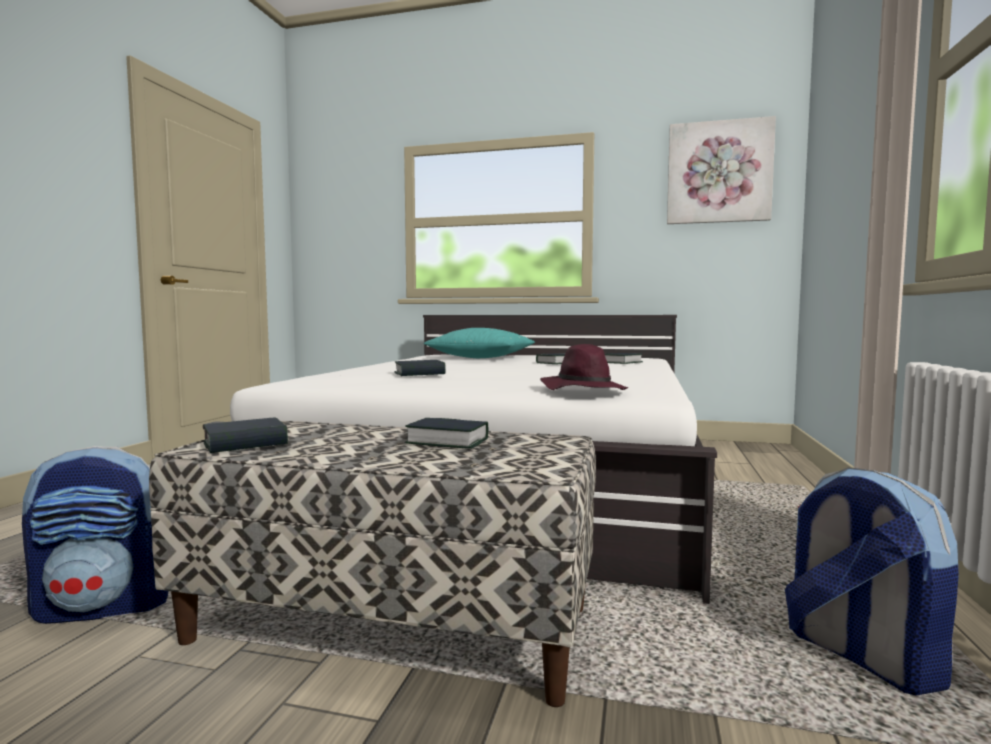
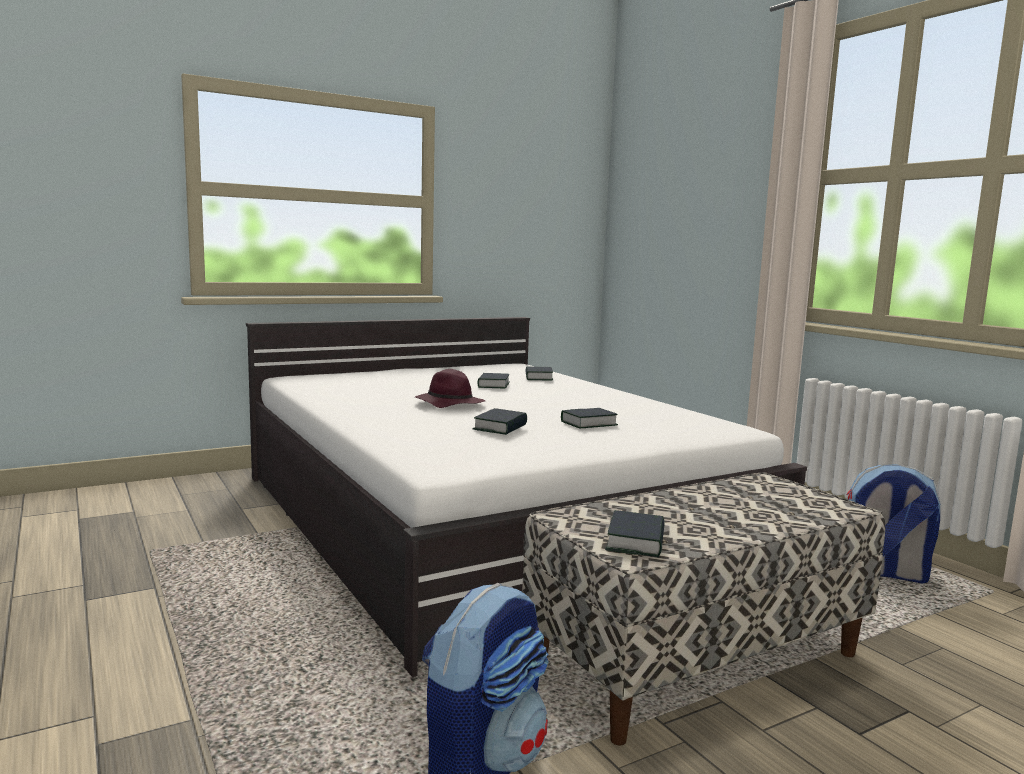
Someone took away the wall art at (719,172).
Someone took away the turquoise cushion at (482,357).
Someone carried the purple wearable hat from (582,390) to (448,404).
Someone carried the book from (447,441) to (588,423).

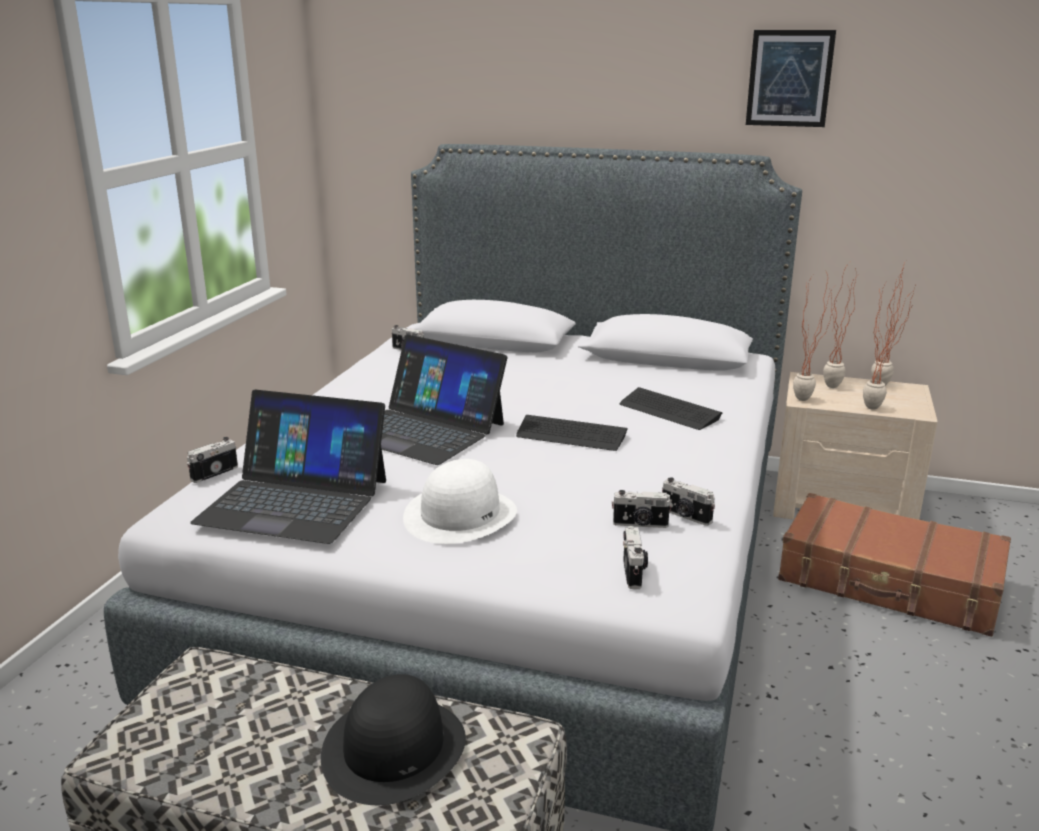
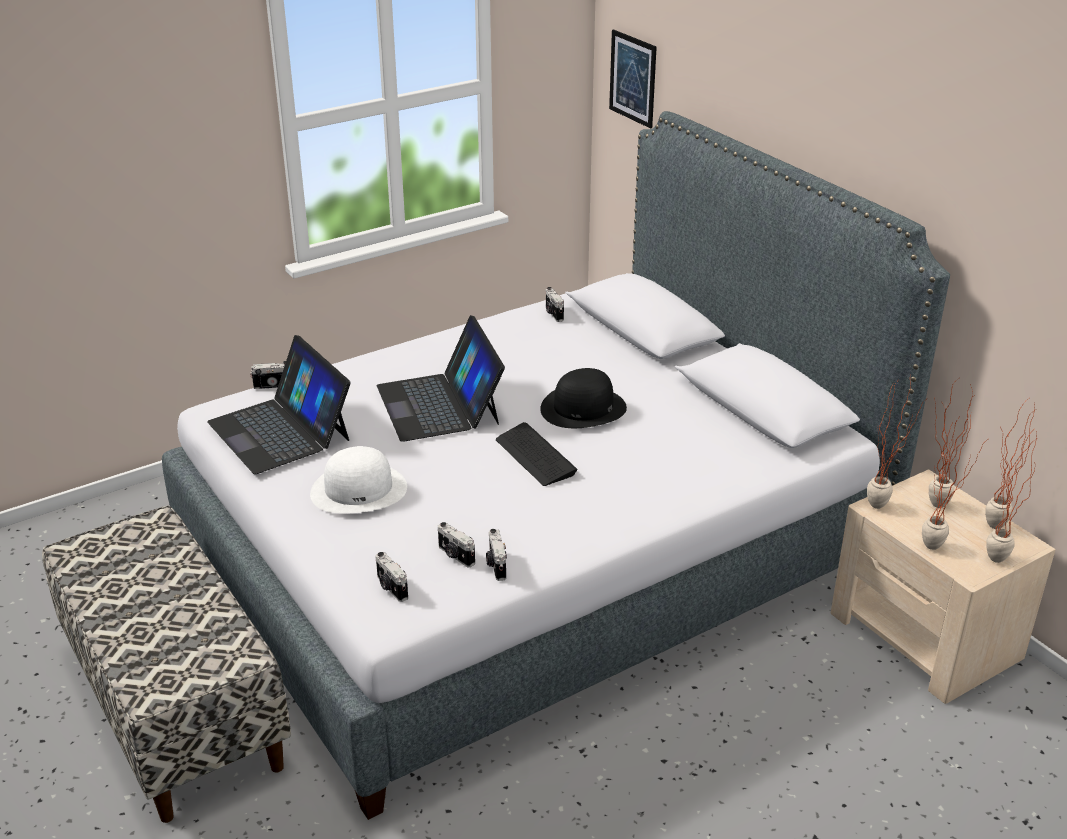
Someone carried the wall art from (789,78) to (632,78).
Someone took away the computer keyboard at (669,411).
Someone took away the brownish travel case at (889,583).
Someone rotated the photo camera at (634,572) by 105 degrees clockwise.
Someone carried the black wearable hat from (394,749) to (583,408).
Someone put down the houseplant at (994,564).

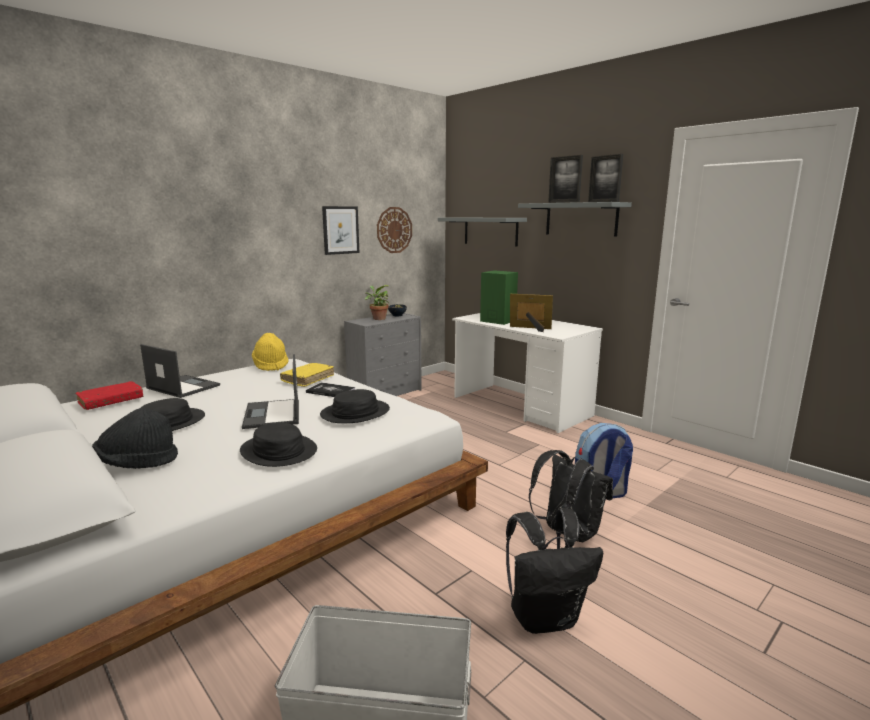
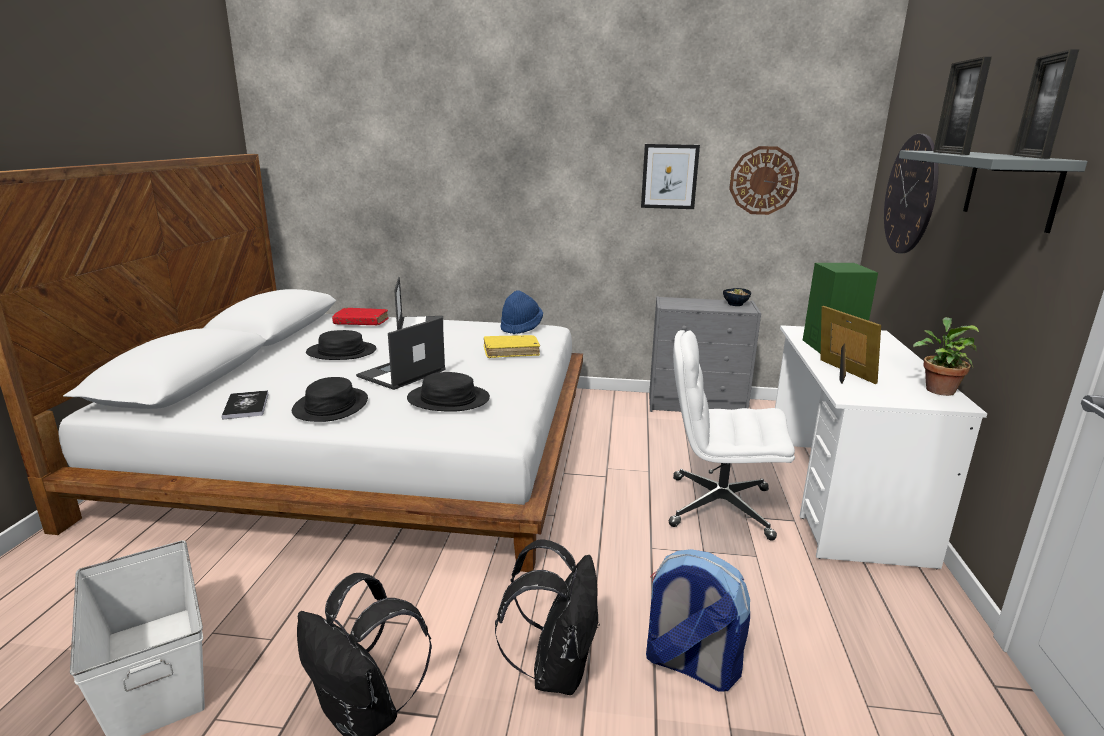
Someone swapped the grey wall shelf at (490,231) for the wall clock at (910,195).
Someone carried the houseplant from (378,318) to (937,389).
Someone repainted the yellow wearable hat at (271,365), which became the blue wearable hat at (521,327).
Someone carried the book from (330,391) to (246,406).
Someone took away the black wearable hat at (138,463).
Someone put down the white-coloured computer chair at (718,507).

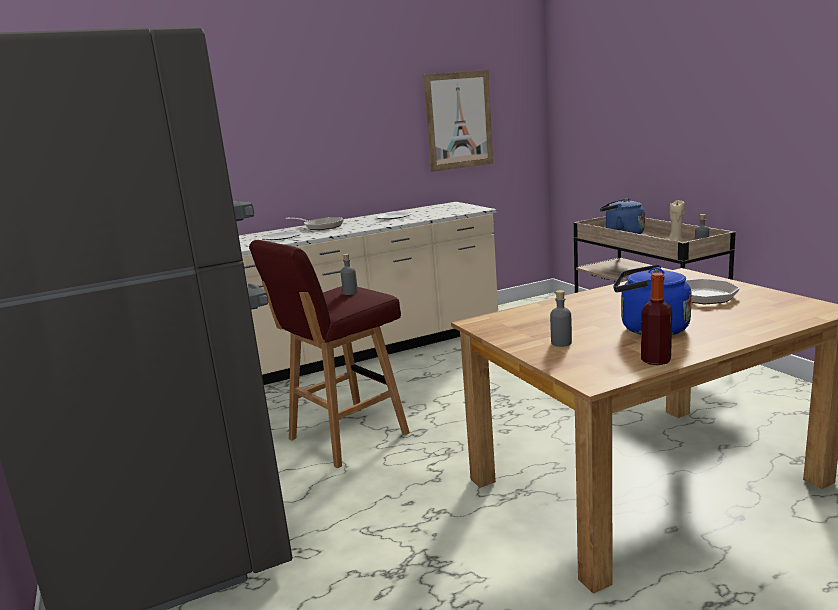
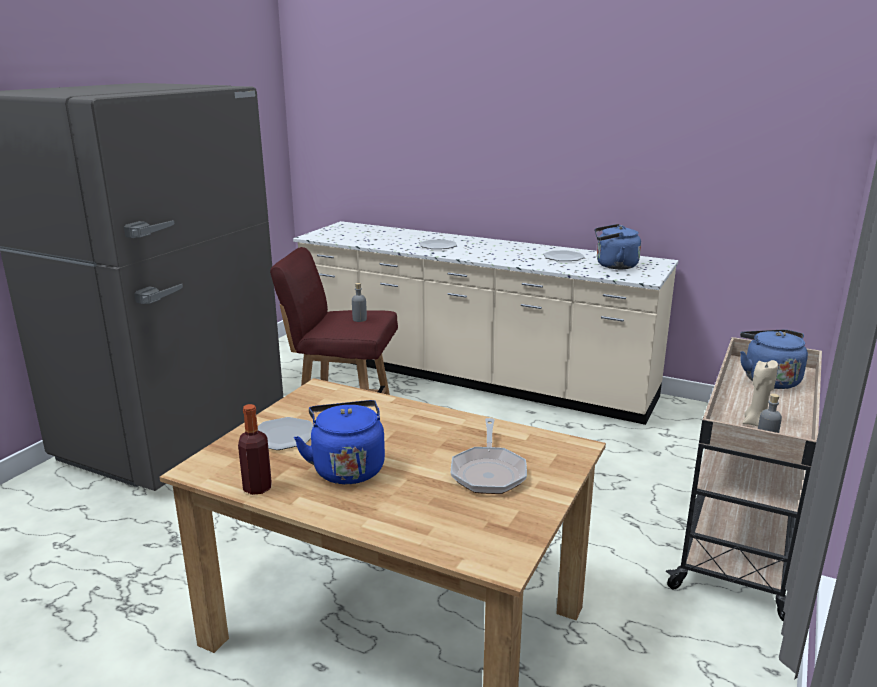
Someone took away the wall art at (459,120).
Someone took away the frying pan at (321,227).
Someone swapped the grey beverage bottle at (561,343) for the dinner plate at (283,435).
Someone put down the blue kettle at (613,266).

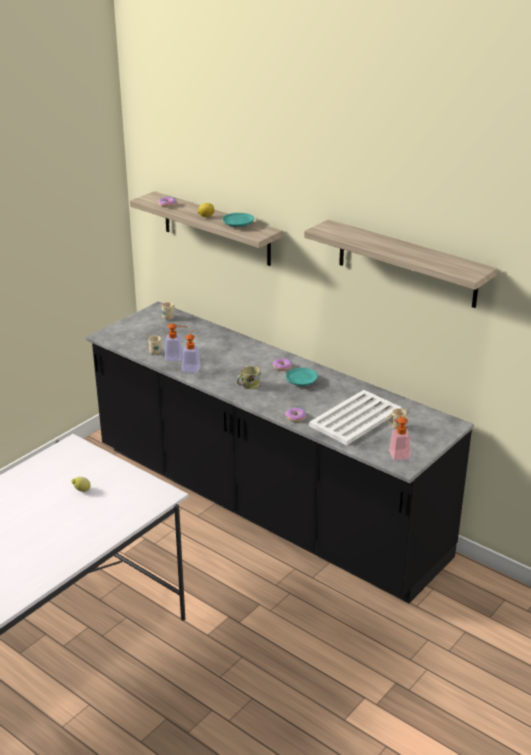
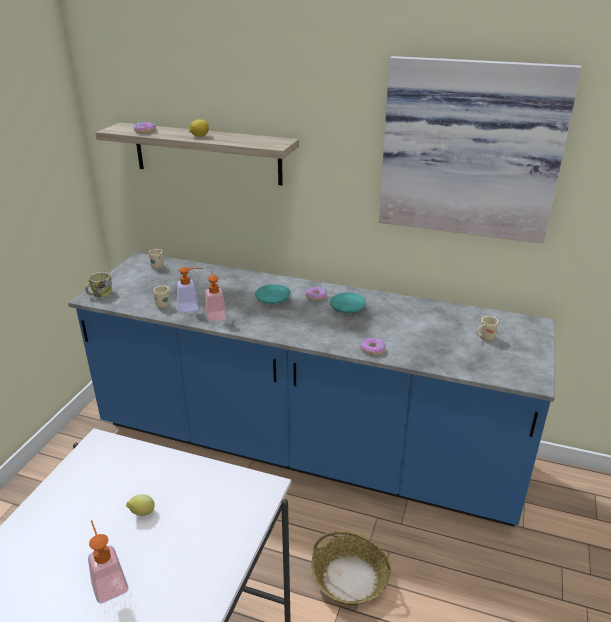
Someone carried the turquoise dinner plate from (238,224) to (272,299).
Someone swapped the wall shelf at (406,263) for the wall art at (470,149).
Someone repainted the black kitchen base unit at (265,504), which became the blue kitchen base unit at (305,448).
Someone carried the coffee mug from (248,385) to (99,294).
Someone took away the white-coloured tray at (356,418).
Someone carried the liquid soap bottle from (398,453) to (108,582).
Someone put down the basket at (350,578).

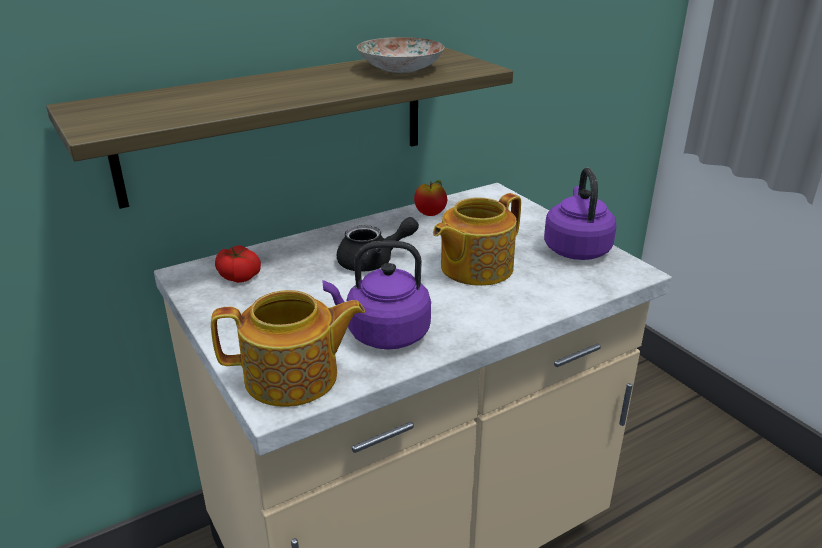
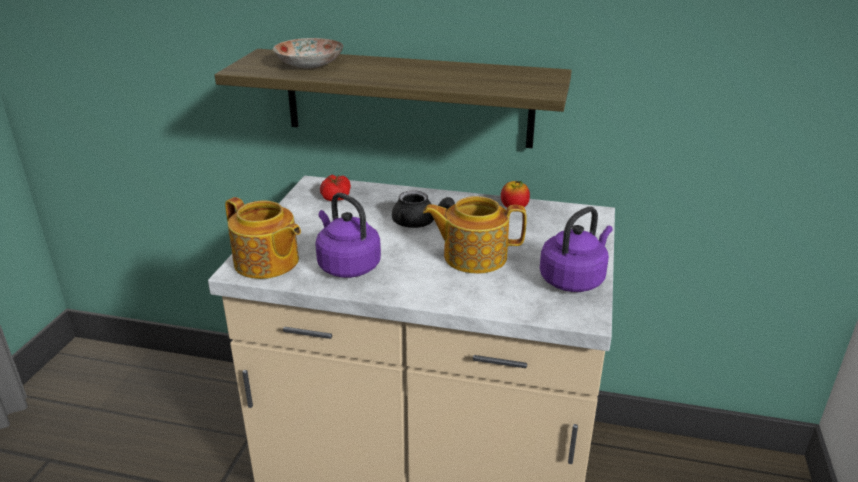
Someone carried the dinner plate from (402,69) to (310,65).

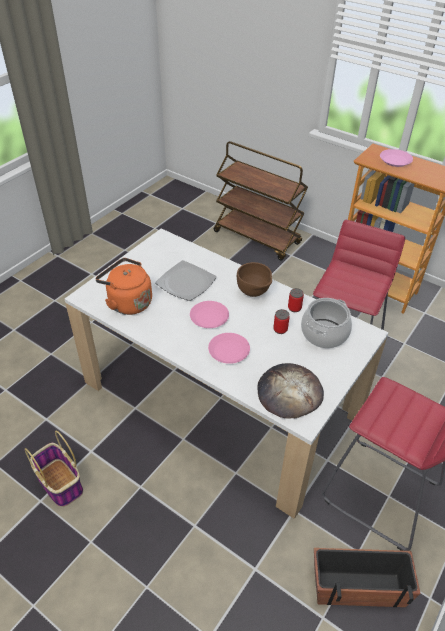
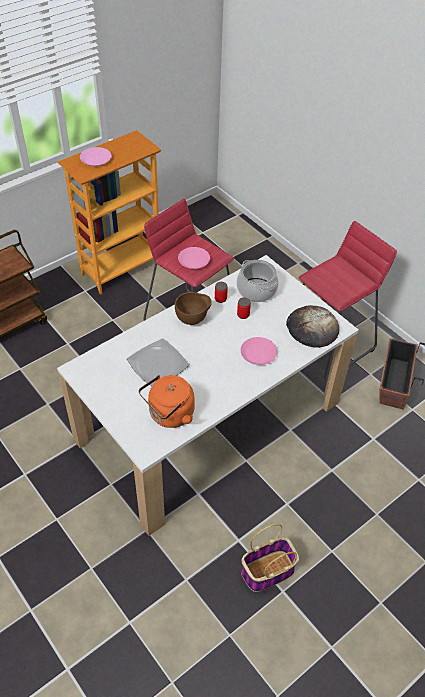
Someone carried the pink dinner plate from (209,318) to (194,260).

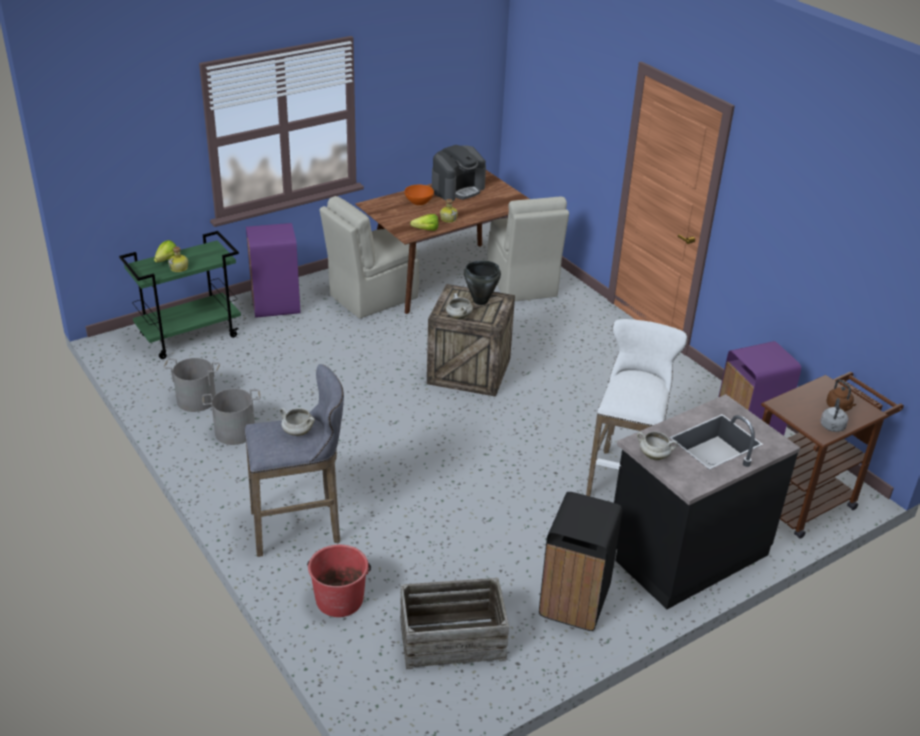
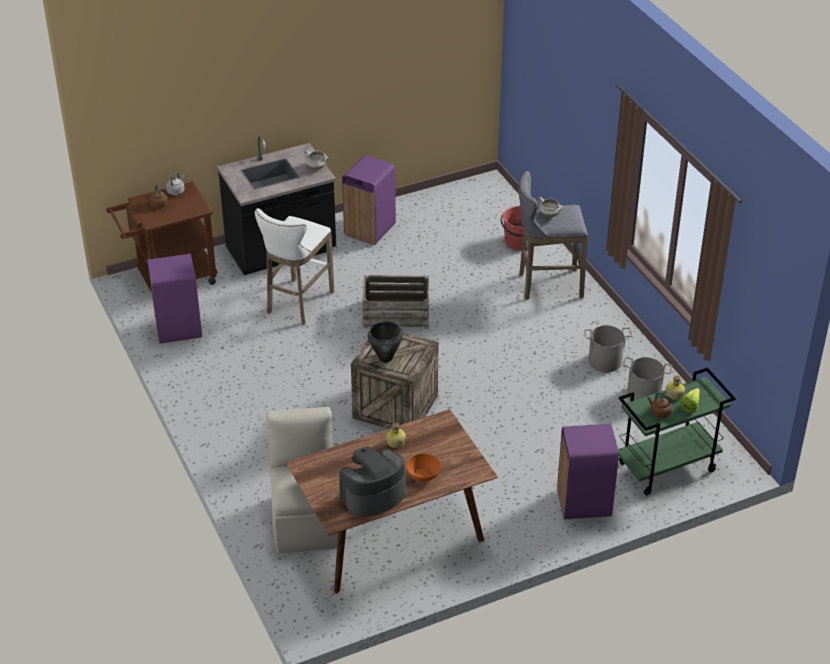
Someone took away the beige upright chair at (371,297).
Someone took away the lettuce at (423,230).
Someone took away the white-coloured cooking pot at (458,317).
Someone repainted the black rubbish bin at (573,602), which became the purple rubbish bin at (370,230).
Someone carried the shipping crate from (452,640) to (396,313).
Someone put down the brownish kettle at (659,413).

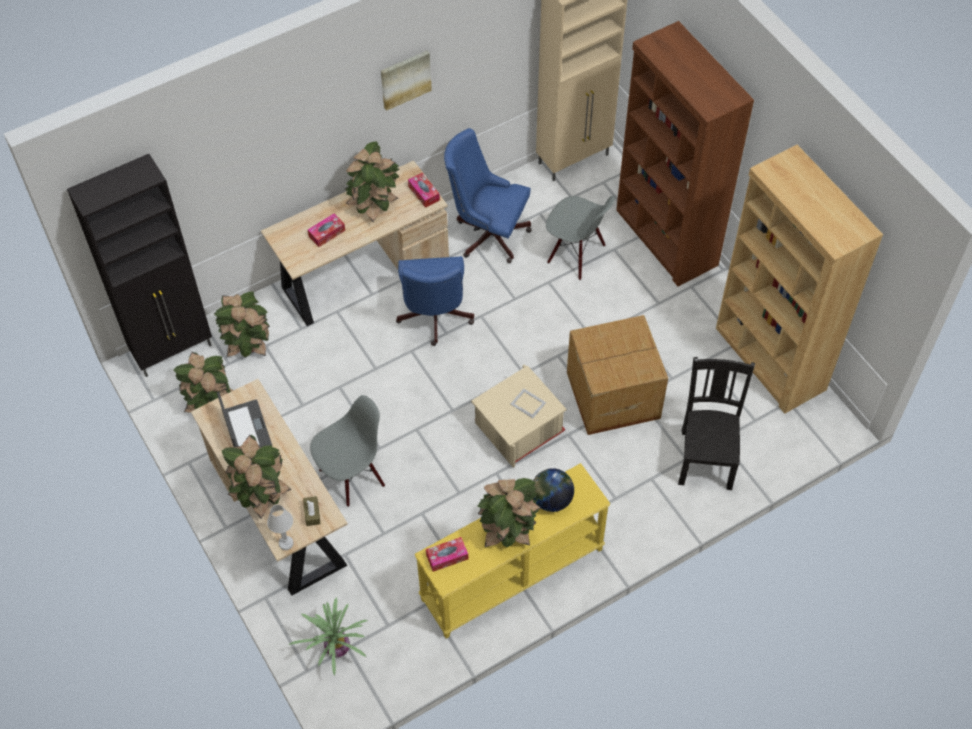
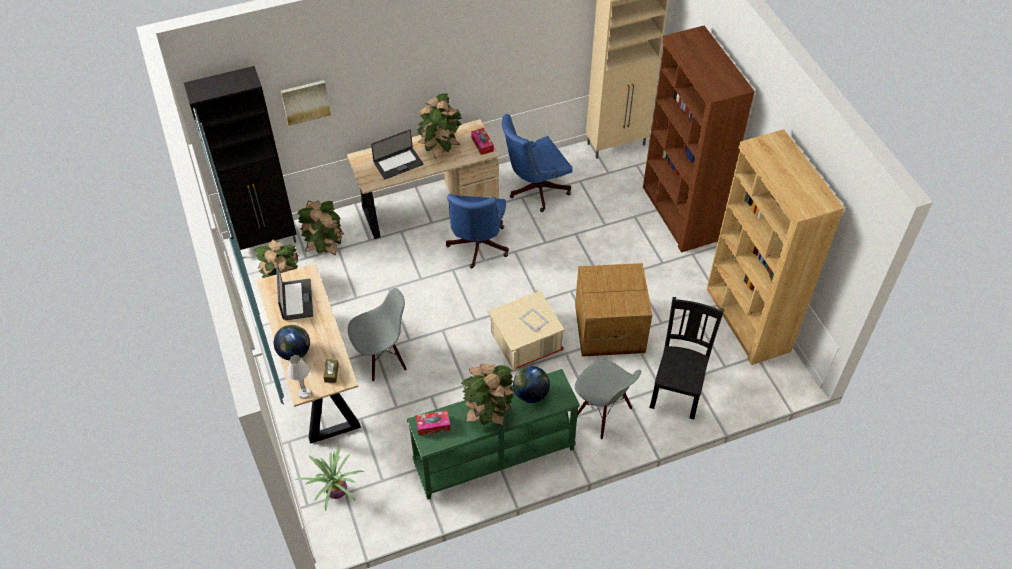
Someone carried the wall art from (405,79) to (305,101).
Someone rotated the blue computer chair at (487,233) by 60 degrees counterclockwise.
Someone carried the grey upright chair from (576,254) to (602,413).
Someone swapped the box of tissues at (327,233) for the laptop at (398,163).
Someone swapped the houseplant at (261,495) for the desk globe at (294,352).
Someone repainted the yellow console table at (512,575), which became the green-coloured console table at (494,458).

